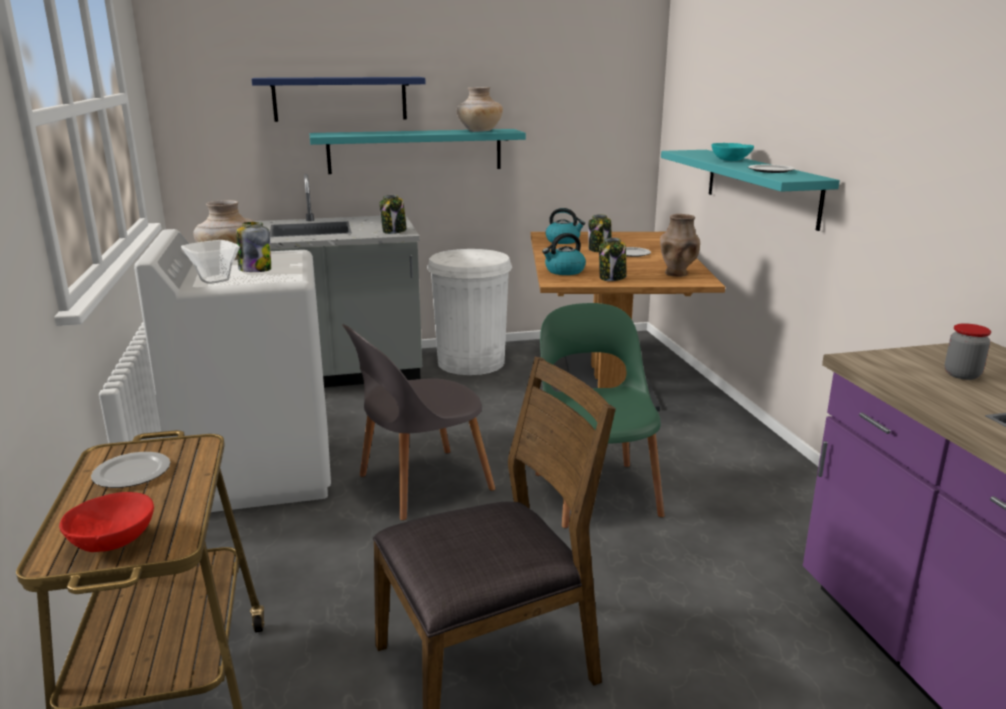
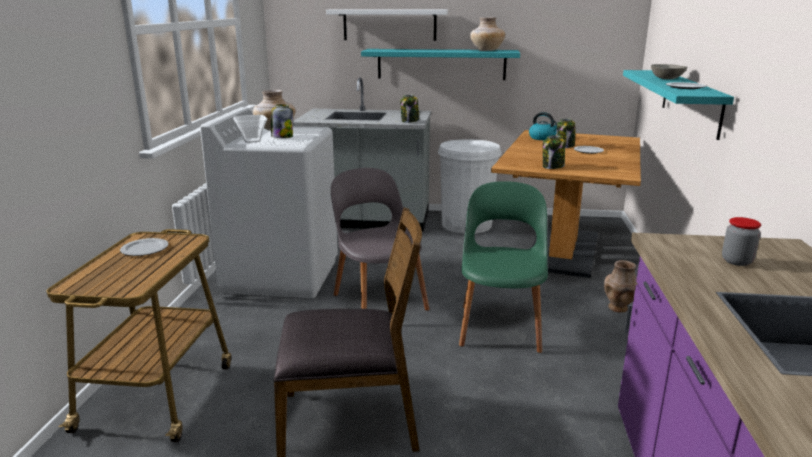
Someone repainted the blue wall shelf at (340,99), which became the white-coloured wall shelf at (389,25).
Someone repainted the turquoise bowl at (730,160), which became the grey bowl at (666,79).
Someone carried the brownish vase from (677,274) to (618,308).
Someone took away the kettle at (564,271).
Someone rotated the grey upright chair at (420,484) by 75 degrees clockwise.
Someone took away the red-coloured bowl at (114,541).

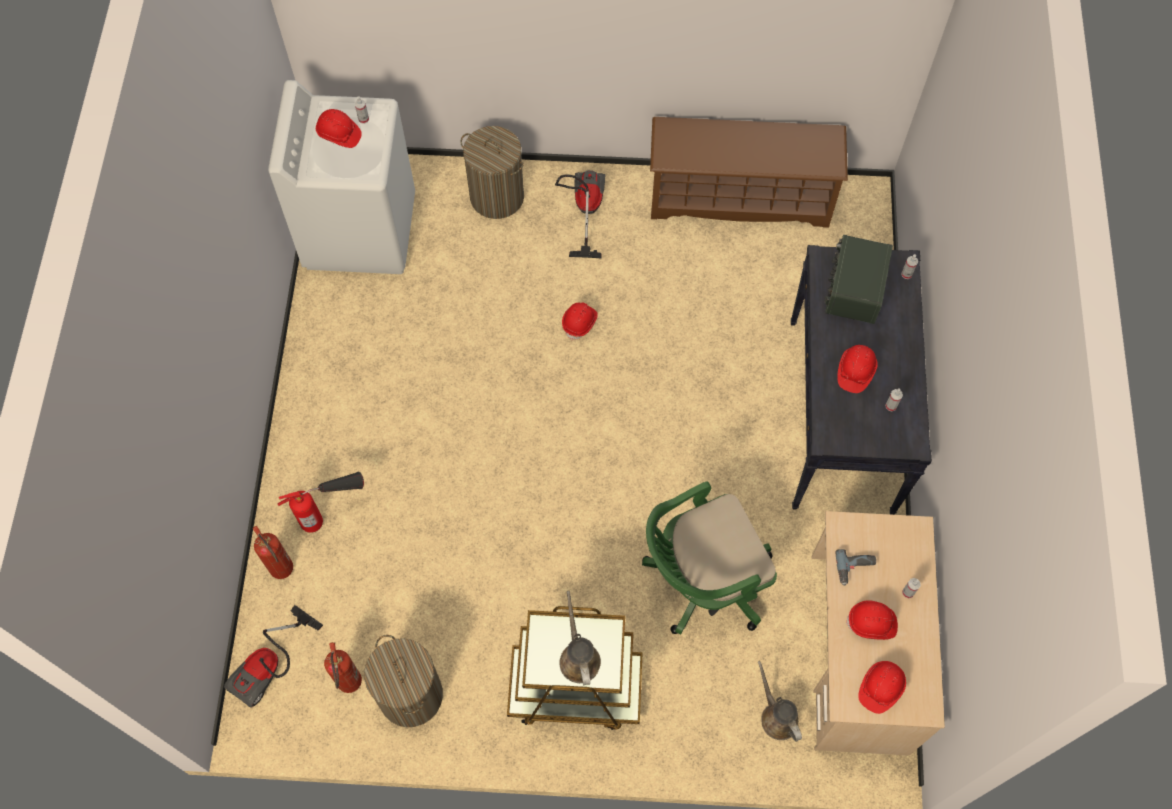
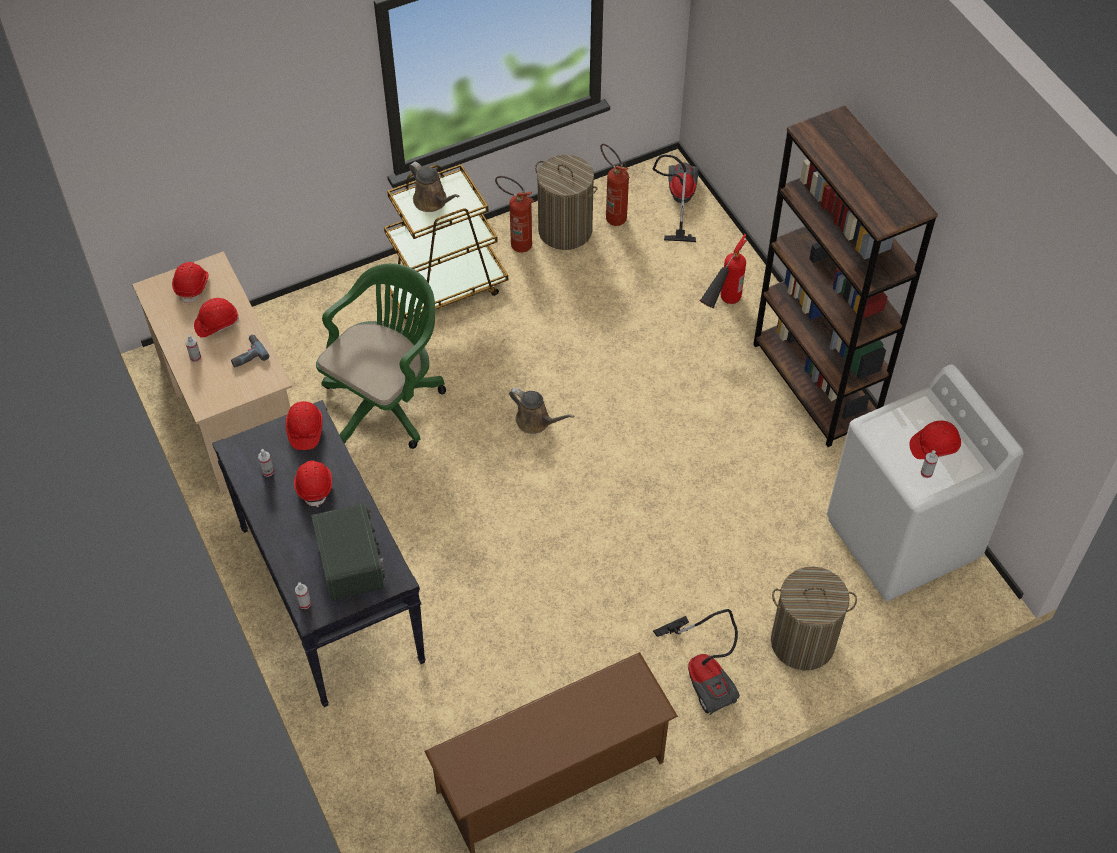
Someone carried the red-coloured hard hat from (580,323) to (305,430).
Someone carried the extinguisher from (285,573) to (516,243).
Someone carried the brownish watering can from (777,716) to (536,421).
Someone put down the brownish bookcase at (815,384).

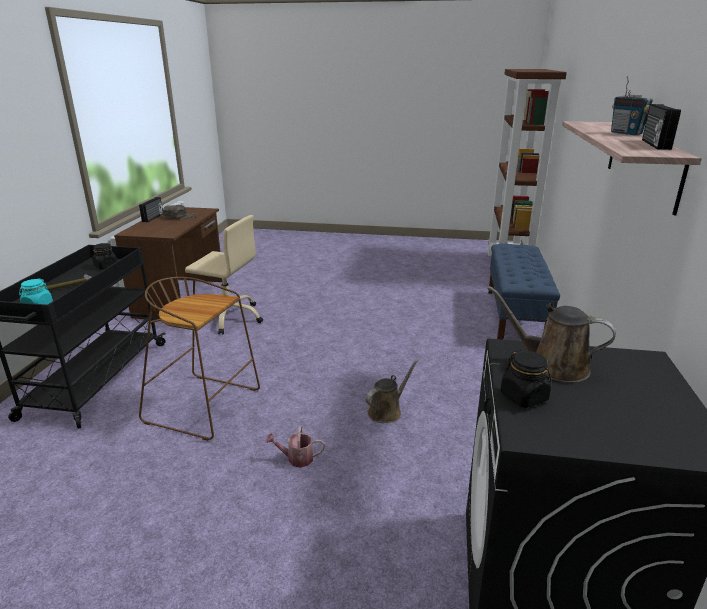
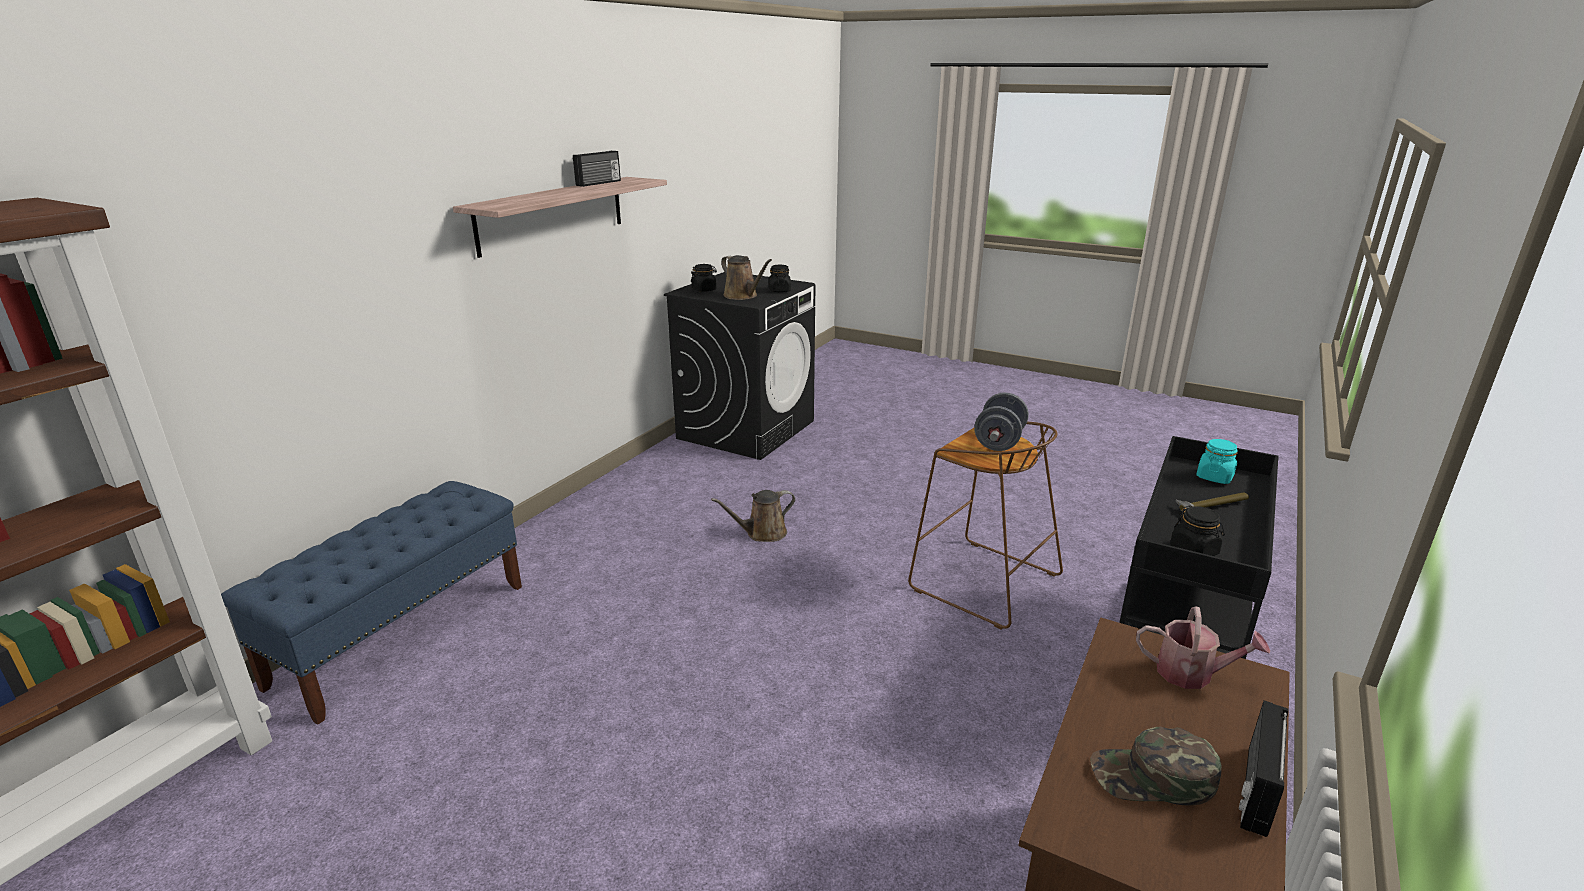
Someone took away the radio set at (626,133).
Someone took away the beige computer chair at (229,317).
Someone carried the watering can from (296,458) to (1192,674).
Someone put down the black storage jar at (704,289).
Someone put down the grey dumbbell at (999,442).

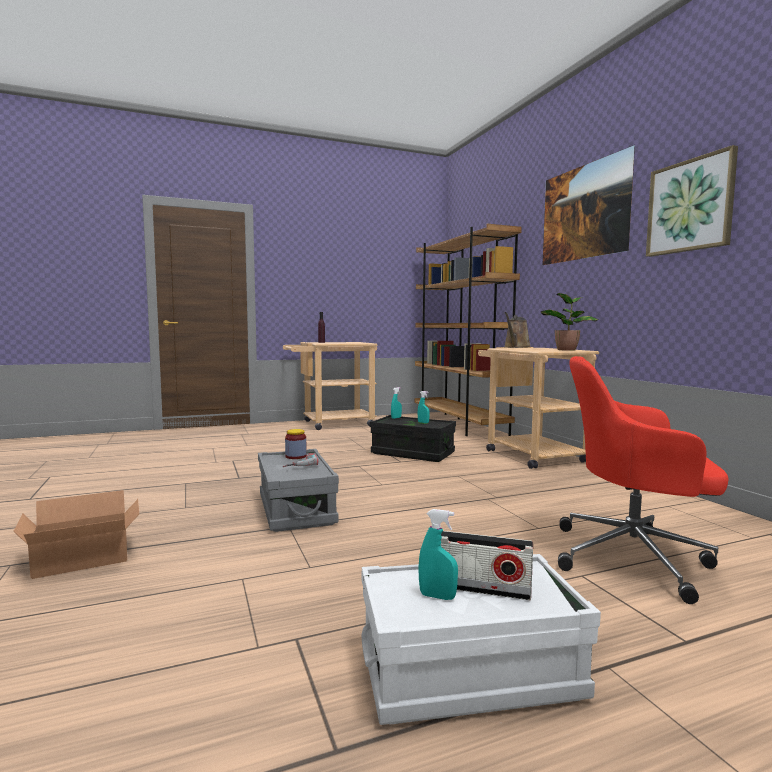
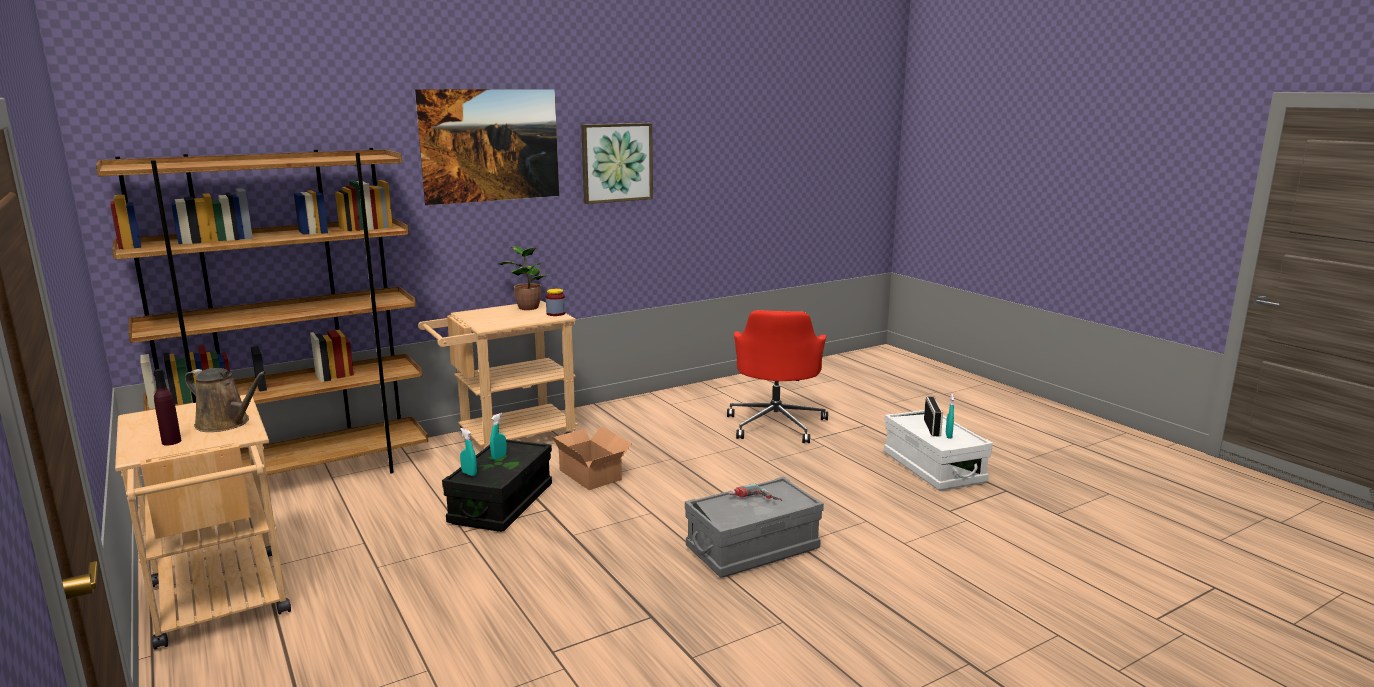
Someone carried the brownish watering can from (516,347) to (226,423).
Someone carried the storage jar from (296,456) to (556,313).
Someone carried the cardboard box from (84,559) to (591,473).

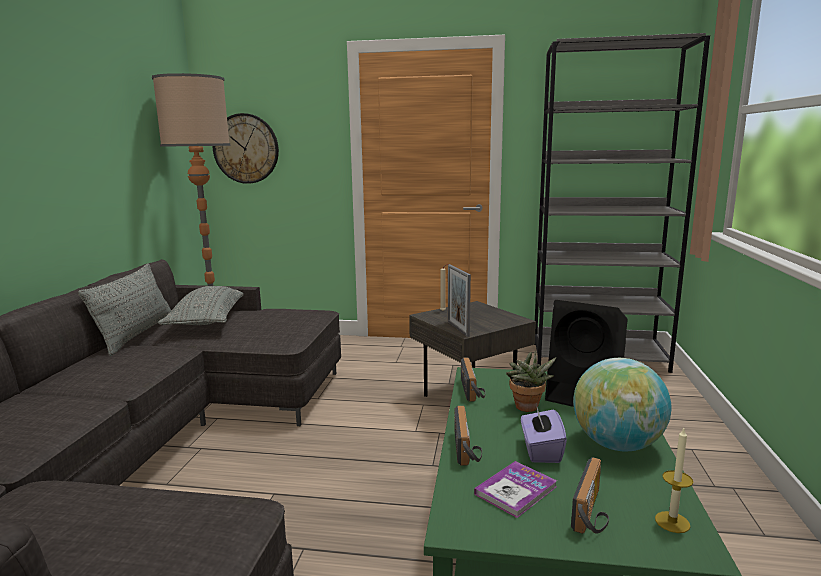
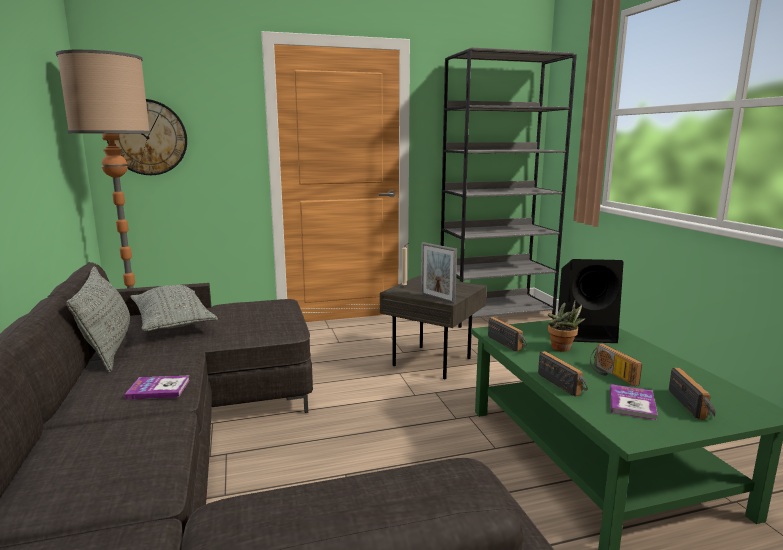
Someone took away the desk globe at (617,444).
Someone swapped the purple box of tissues at (541,450) for the radio set at (610,375).
Someone took away the wax candle at (672,522).
Someone put down the book at (158,389).

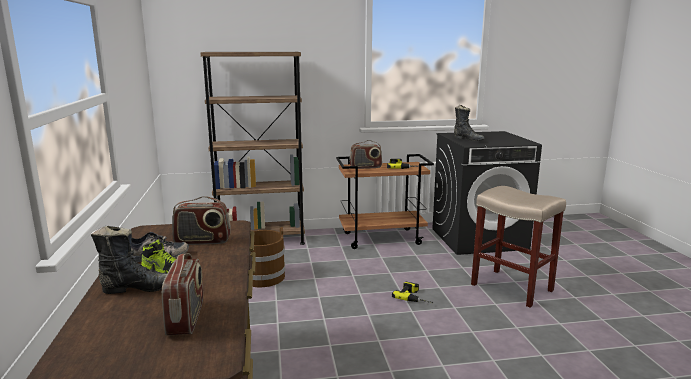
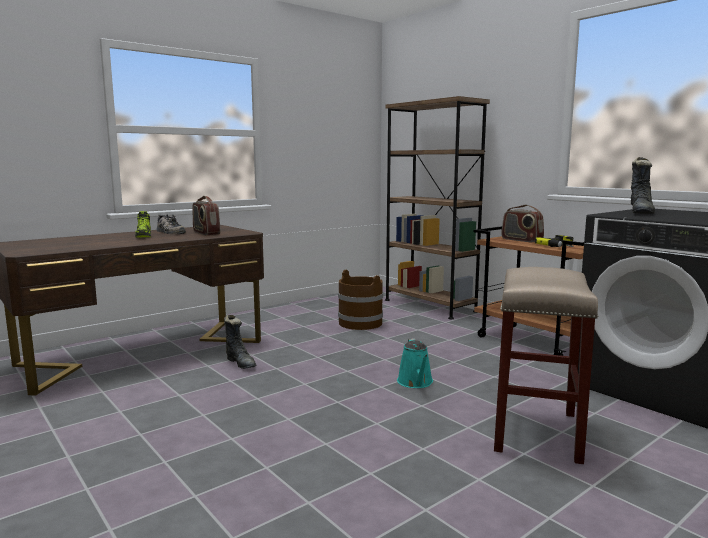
Someone carried the black tall boot from (139,288) to (241,363).
Someone took away the radio set at (186,318).
Someone swapped the electric drill at (415,297) for the turquoise watering can at (416,382).

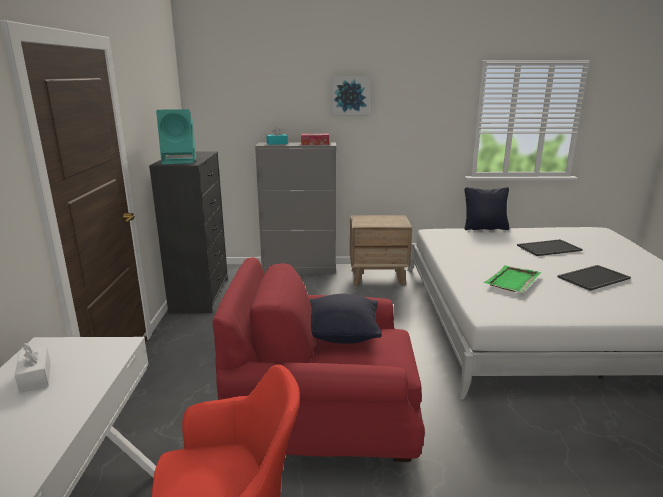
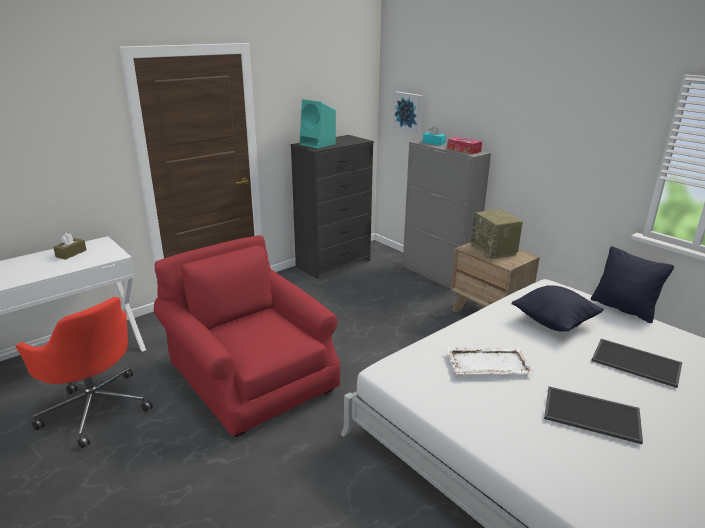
Someone carried the wall art from (350,95) to (409,112).
Someone repainted the green-coloured tray at (512,281), which became the white-coloured tray at (487,363).
Someone carried the black cushion from (342,335) to (554,322).
Someone repainted the white-coloured box of tissues at (35,377), which became the brownish box of tissues at (71,253).
Someone put down the radio set at (494,250).

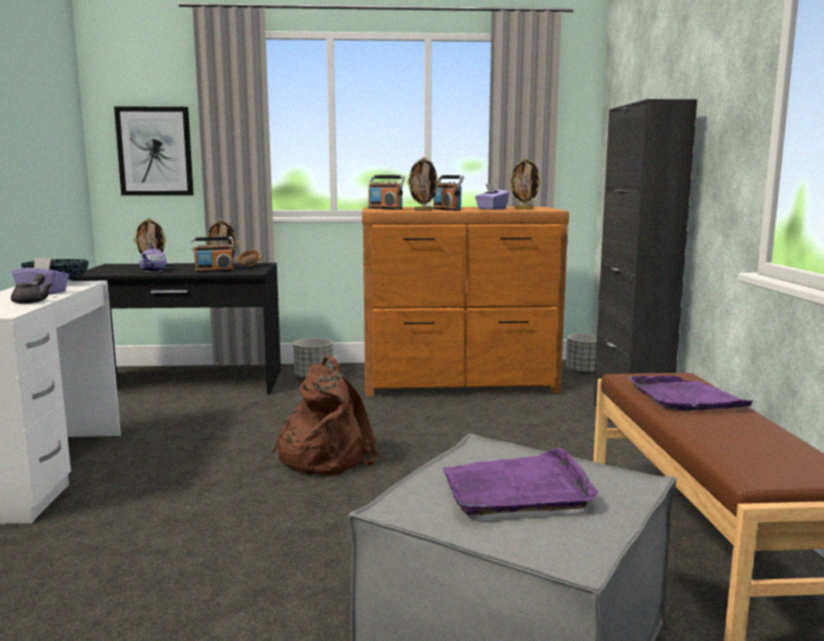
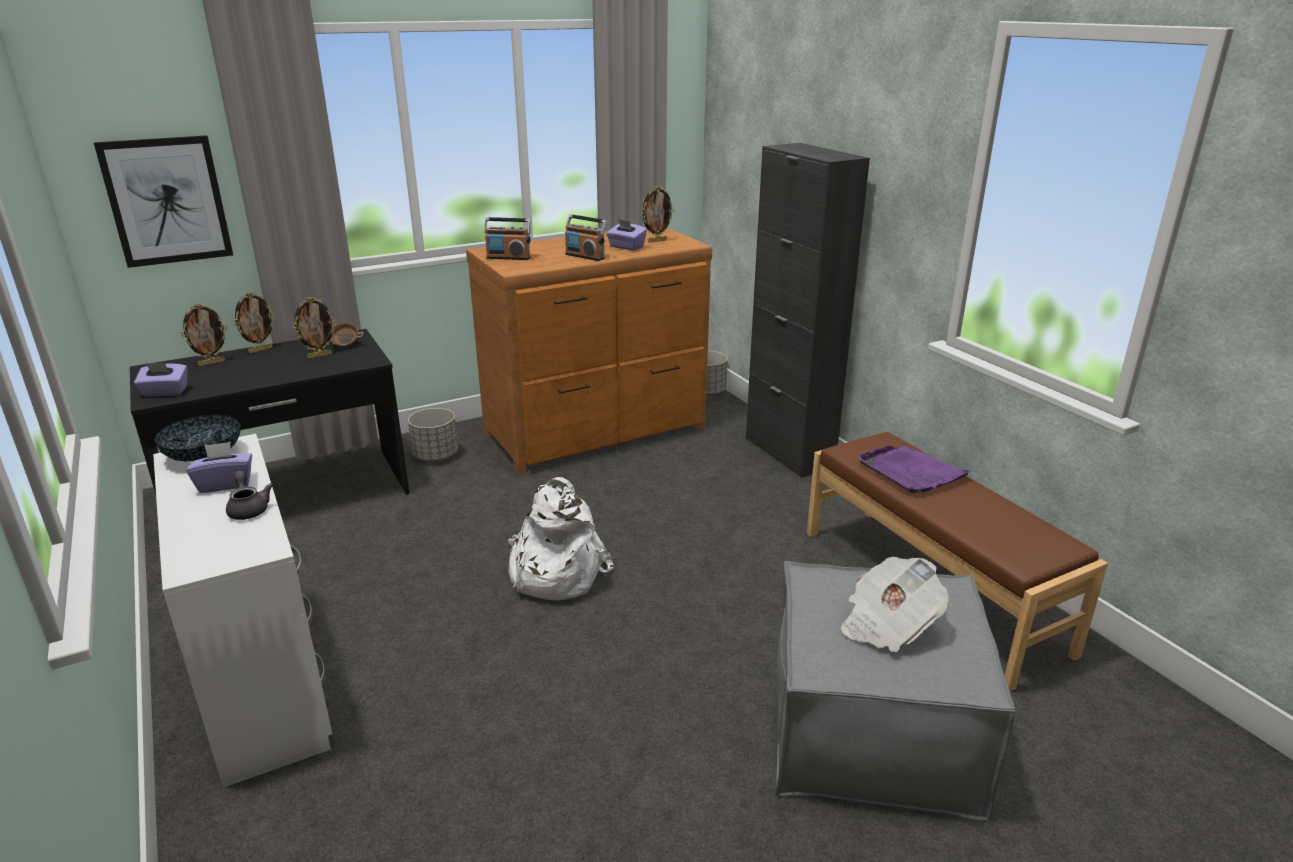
Someone carried the picture frame from (423,210) to (260,350).
Someone took away the radio set at (214,271).
Someone took away the teapot at (154,271).
Someone repainted the brownish backpack at (324,457), which became the white-coloured backpack at (554,573).
Someone swapped the purple tray at (517,488) for the daily paper at (888,624).
Someone put down the purple box of tissues at (165,392).

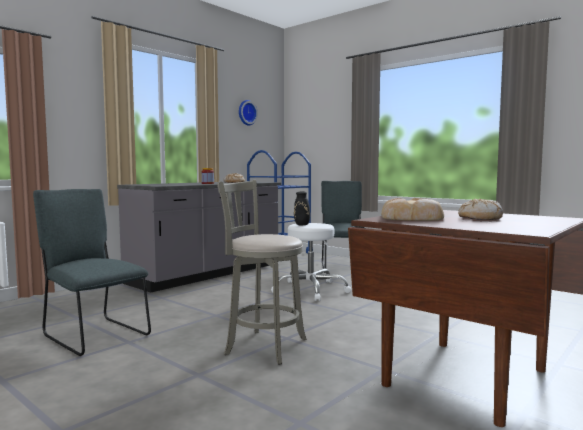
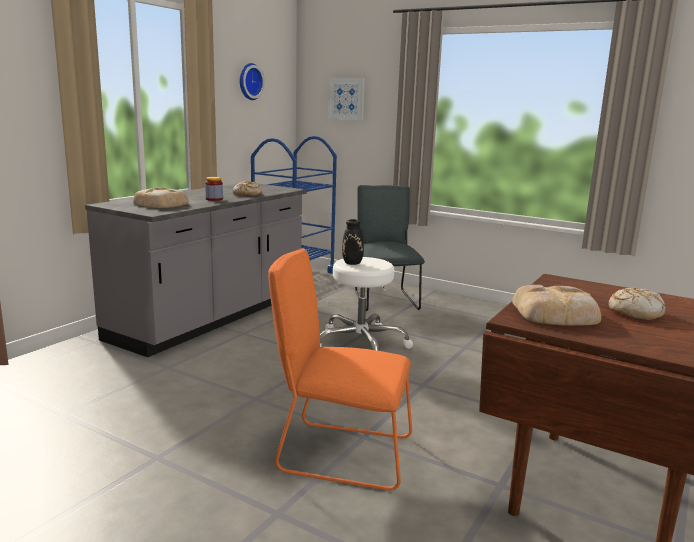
Someone swapped the grey stool at (262,346) for the orangey upright chair at (339,453).
Someone took away the grey upright chair at (93,334).
Someone put up the wall art at (346,99).
Someone put down the baked bread at (161,204).

